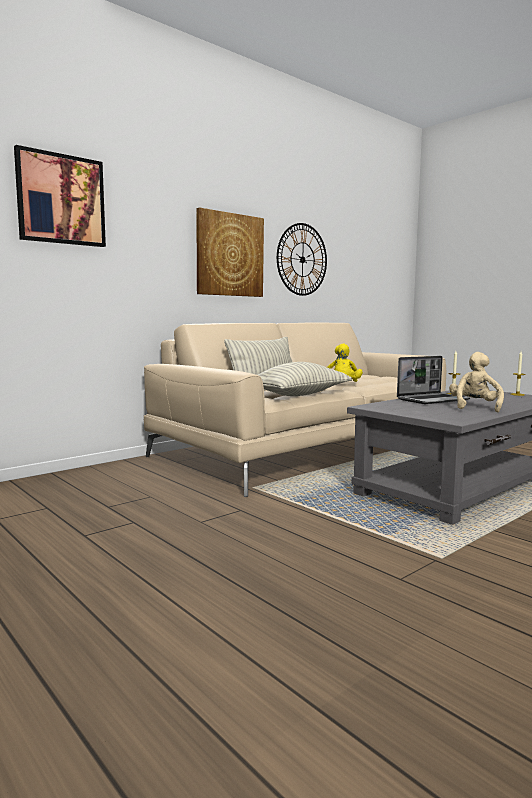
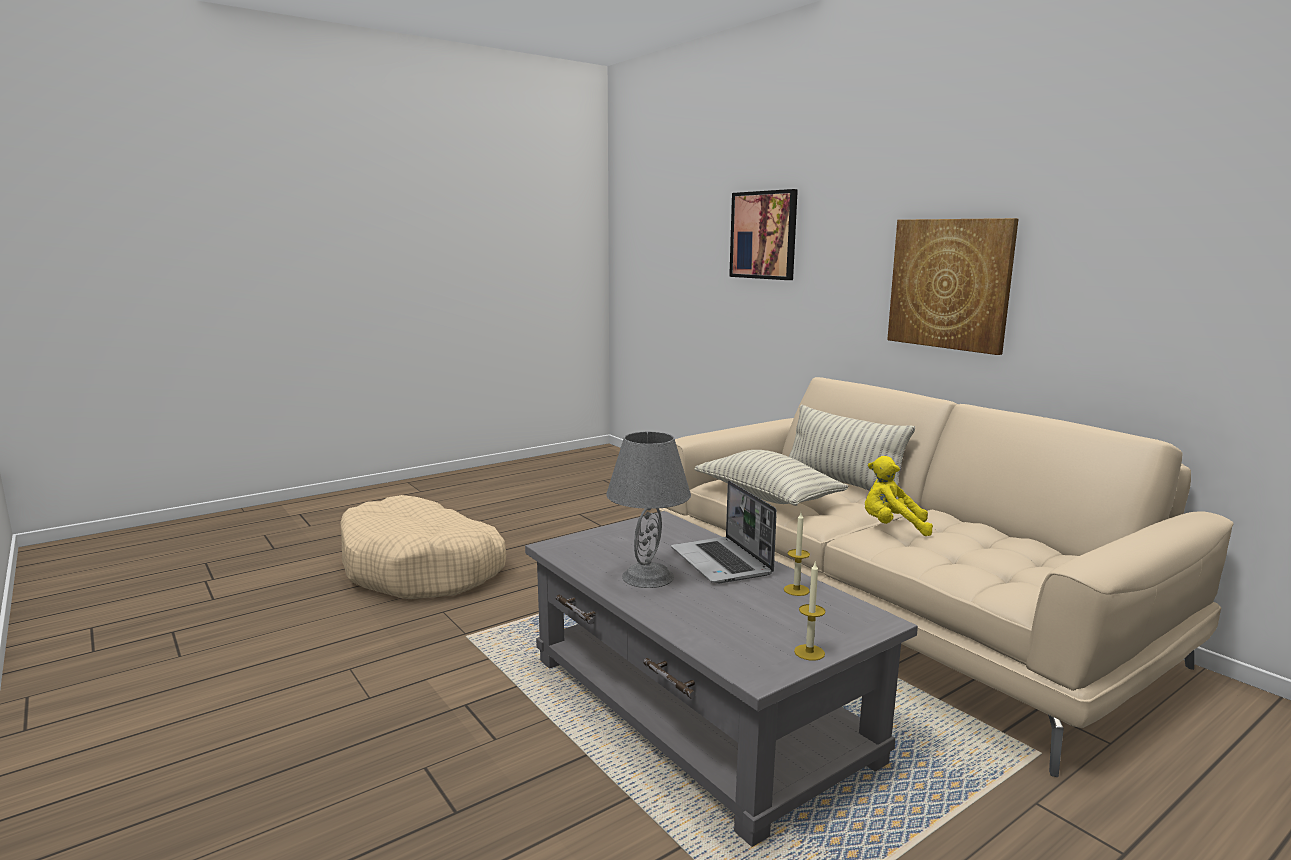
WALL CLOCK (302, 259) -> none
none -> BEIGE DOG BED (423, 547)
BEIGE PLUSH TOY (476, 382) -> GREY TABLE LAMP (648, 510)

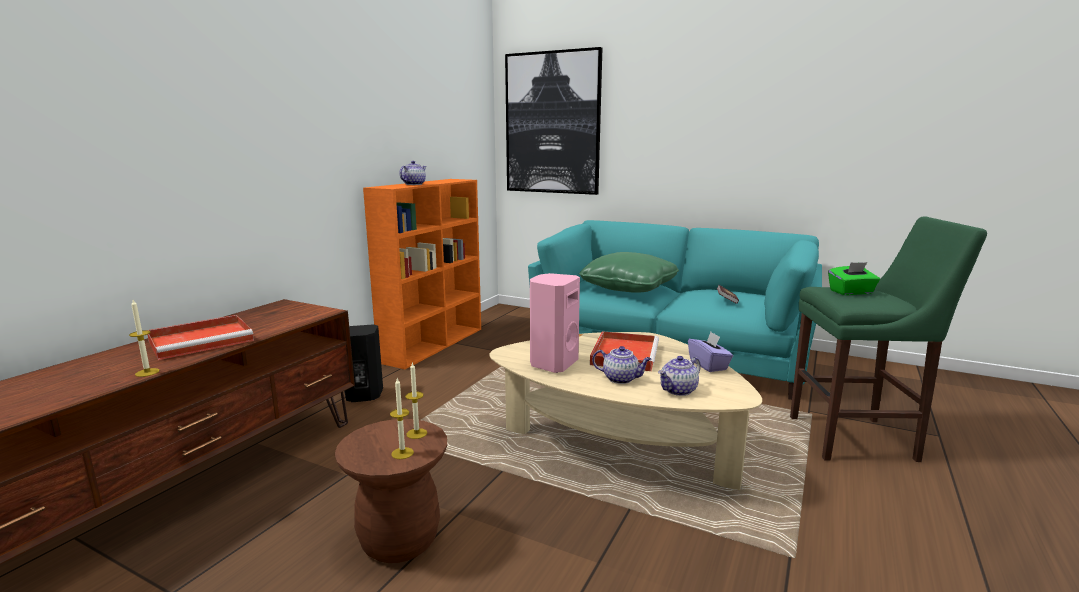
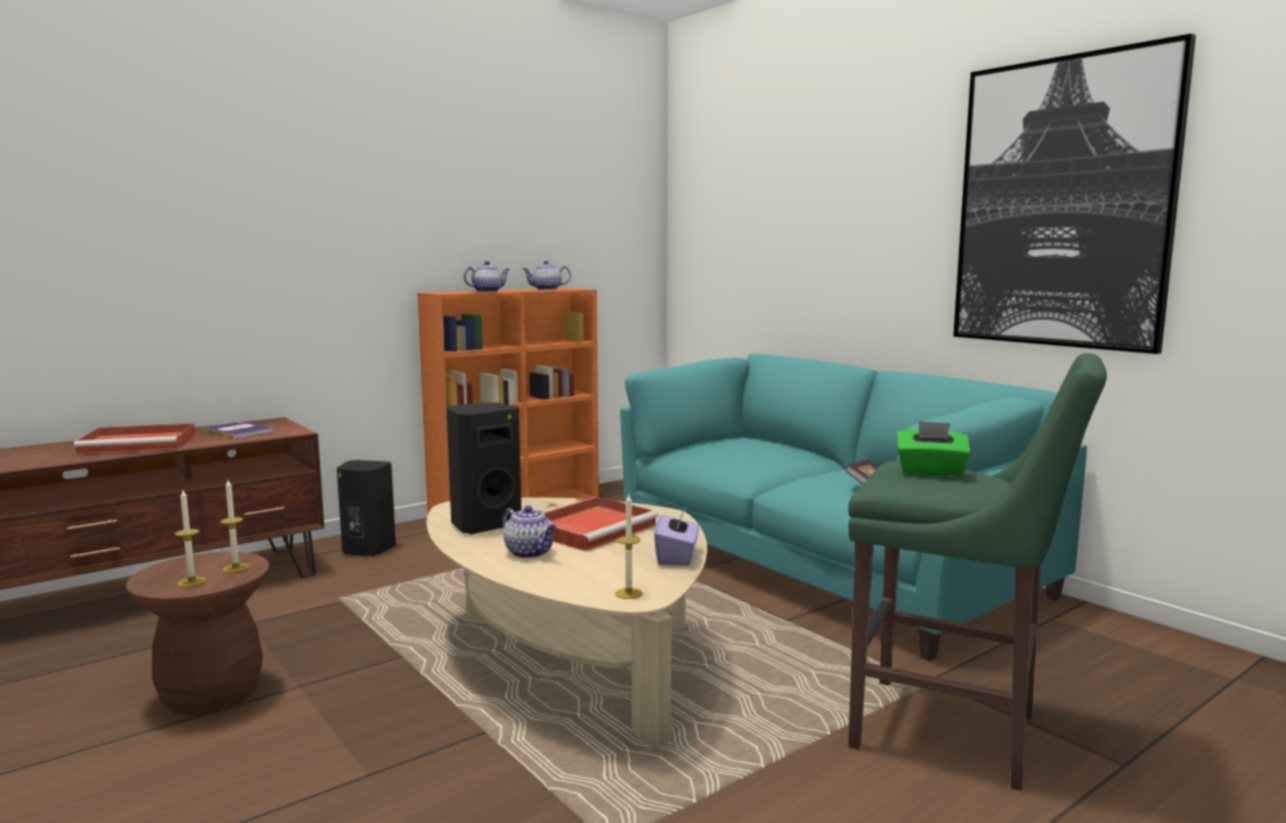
GREEN PILLOW (629, 272) -> none
none -> BOOK (237, 430)
CANDLE (144, 338) -> CANDLE (629, 546), shifted
PICTURE (553, 121) -> PICTURE (1074, 194), shifted
TEAPOT (679, 376) -> TEAPOT (547, 275), shifted
PINK SPEAKER (555, 323) -> BLACK SPEAKER (483, 468)

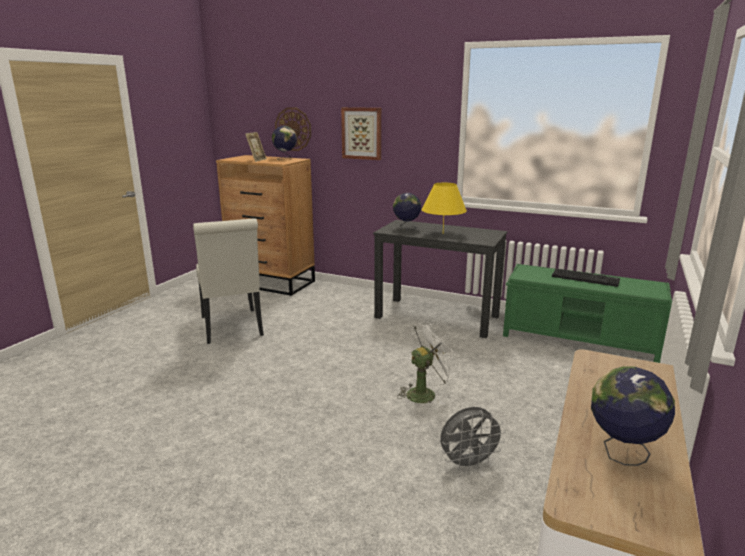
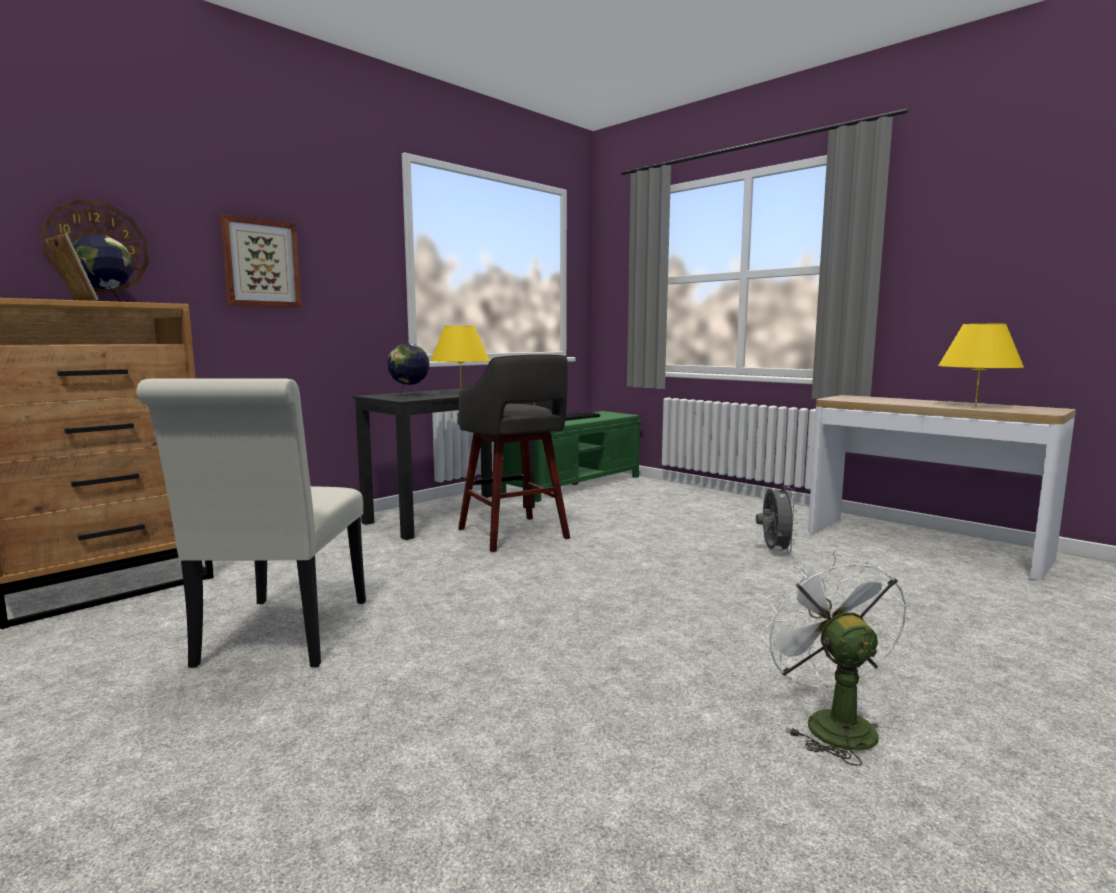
none -> GREY STOOL (514, 453)
WHITE FAN (428, 363) -> WHITE FAN (833, 659), shifted
GLOBE (633, 416) -> YELLOW TABLE LAMP (981, 365)
WHITE CHAIR (228, 281) -> WHITE CHAIR (251, 523), 90 degrees clockwise

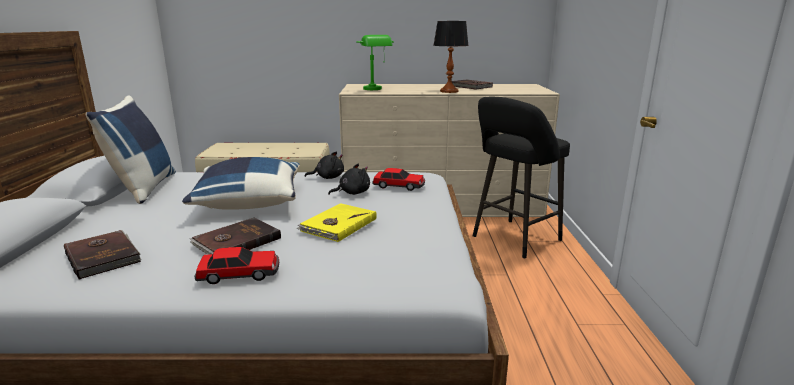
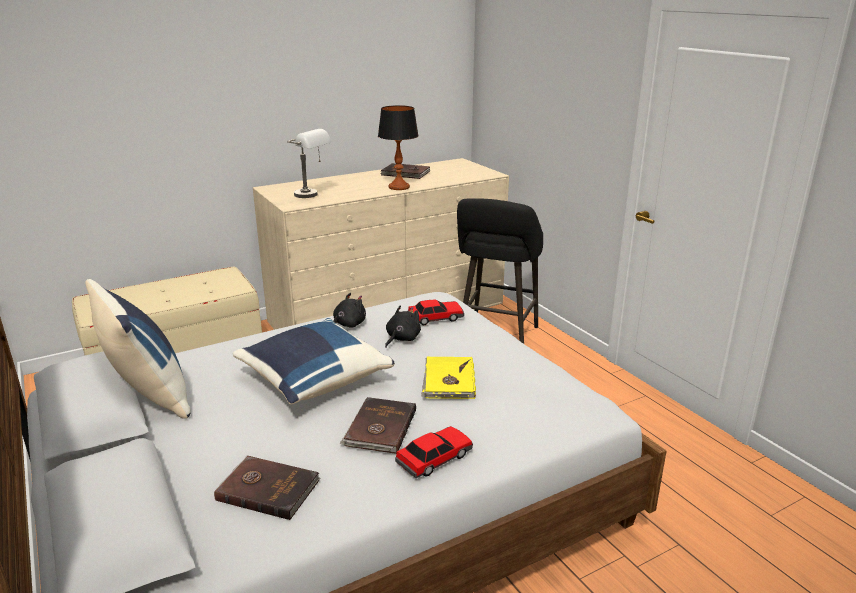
GREEN TABLE LAMP (374, 62) -> GREY TABLE LAMP (309, 163)

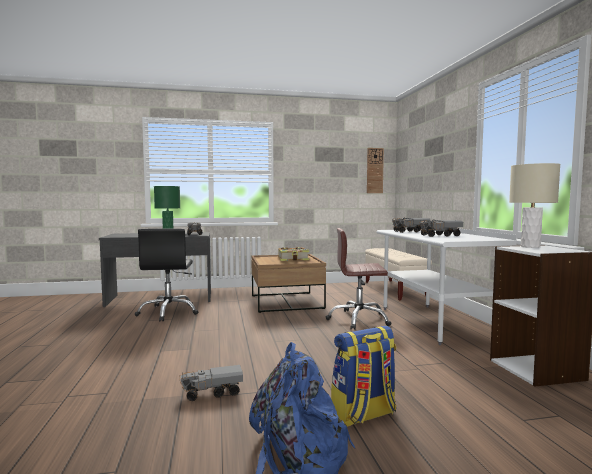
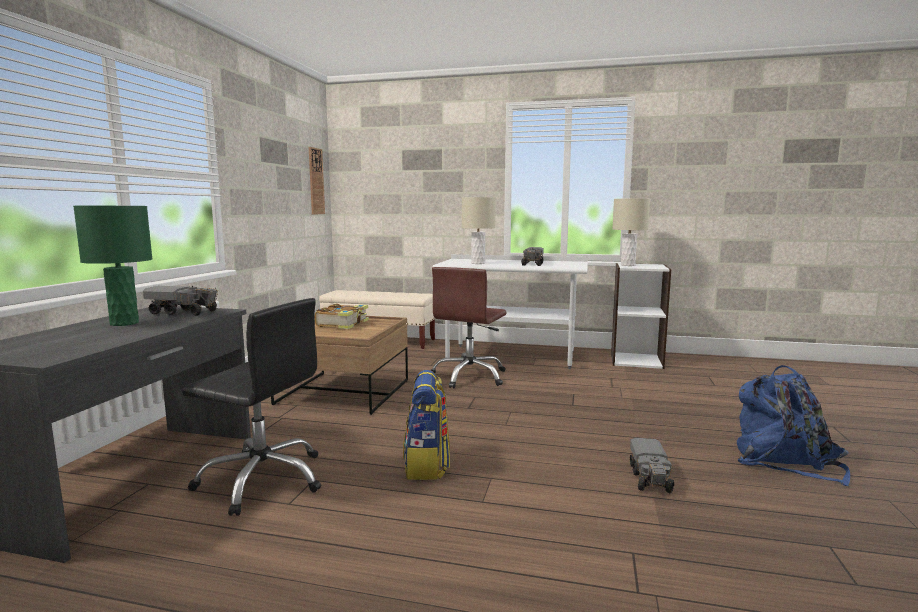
BACKPACK (363, 376) -> BACKPACK (426, 425), shifted
TOY TRUCK (411, 225) -> BEIGE TABLE LAMP (479, 230)

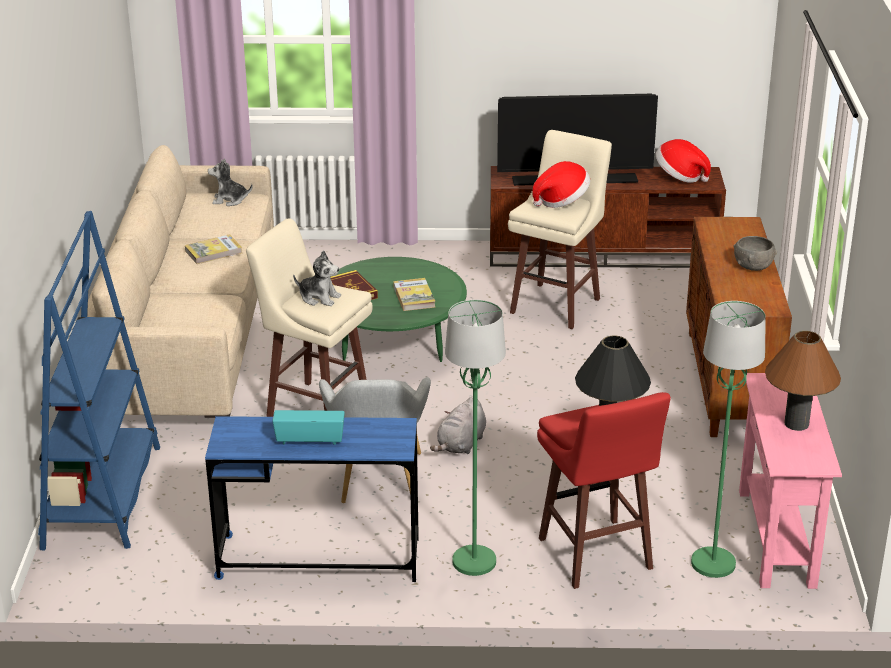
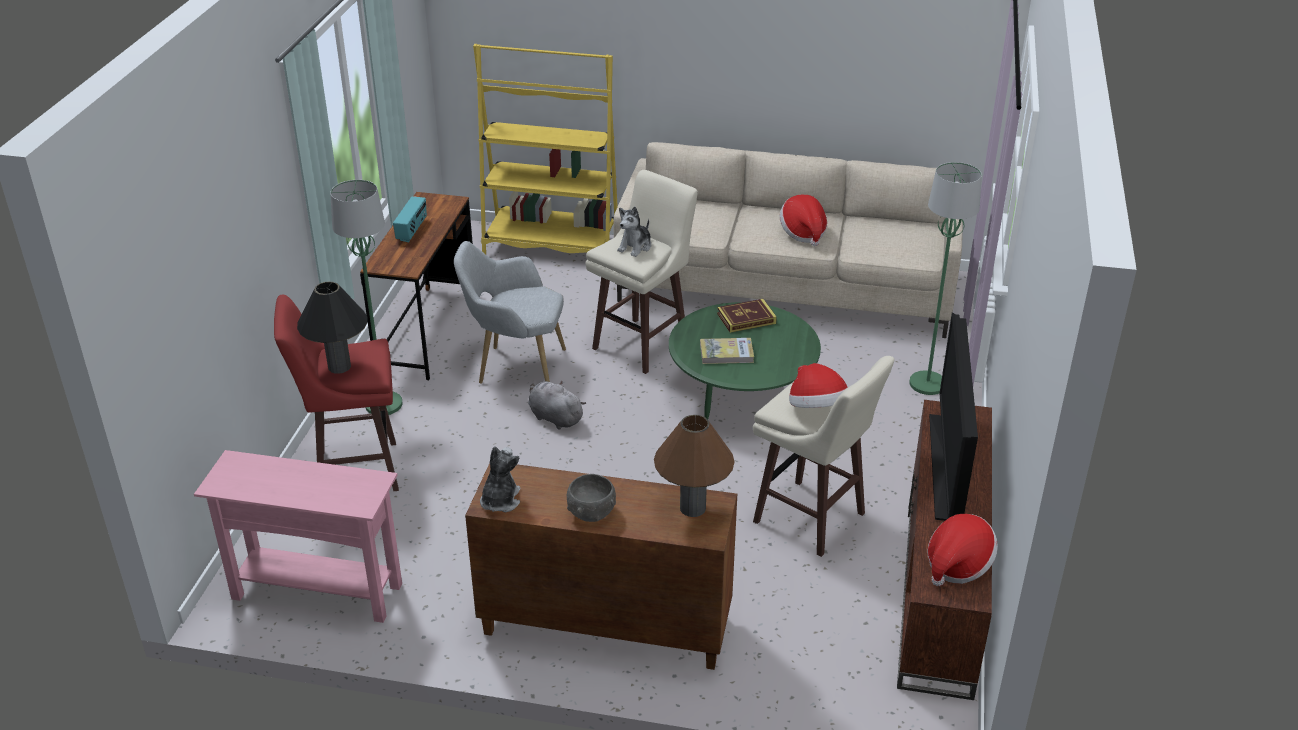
PLUSH TOY (230, 182) -> PLUSH TOY (500, 479), shifted
GREEN FLOOR LAMP (728, 439) -> GREEN FLOOR LAMP (945, 278), shifted
BROWN TABLE LAMP (803, 381) -> BROWN TABLE LAMP (694, 466), shifted
BOOK (213, 249) -> HAT (803, 220)
BLUE BOOKCASE (99, 381) -> YELLOW BOOKCASE (545, 149)
BLUE DESK (312, 499) -> BROWN DESK (416, 286)

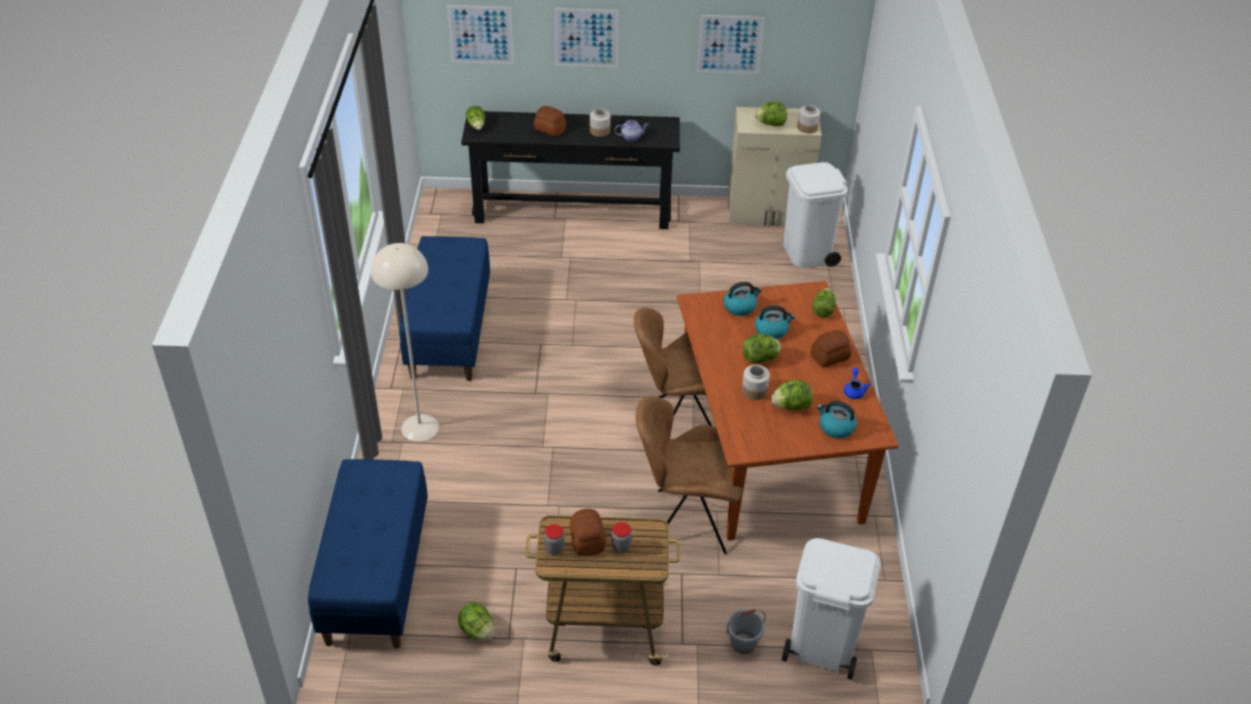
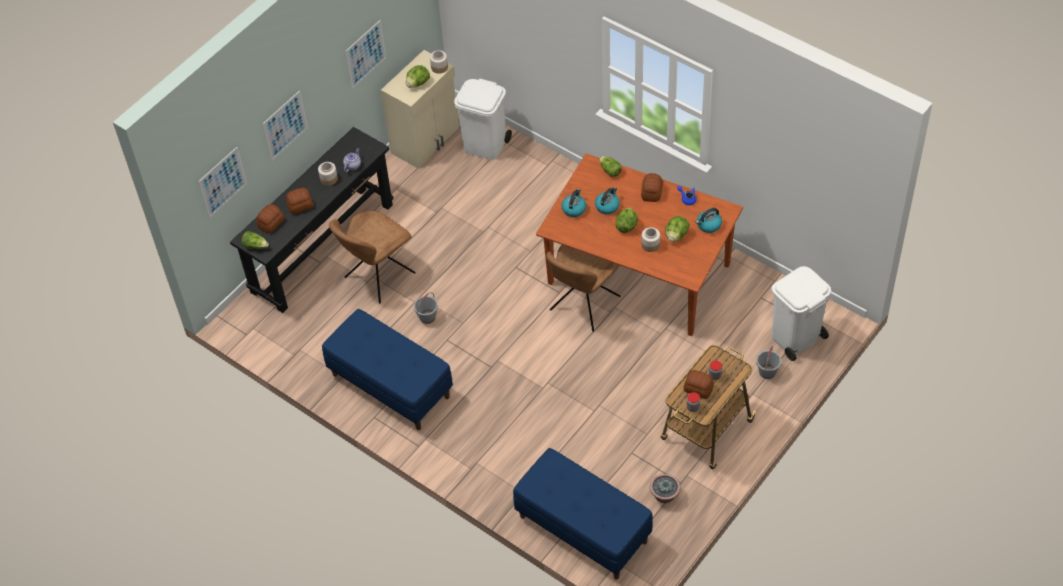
BEIGE FLOOR LAMP (405, 342) -> none
none -> BREAD (270, 218)
none -> GREY BUCKET (426, 308)
BROWN CHAIR (689, 475) -> BROWN CHAIR (372, 257), shifted
LETTUCE (476, 621) -> POTTED PLANT (665, 488)

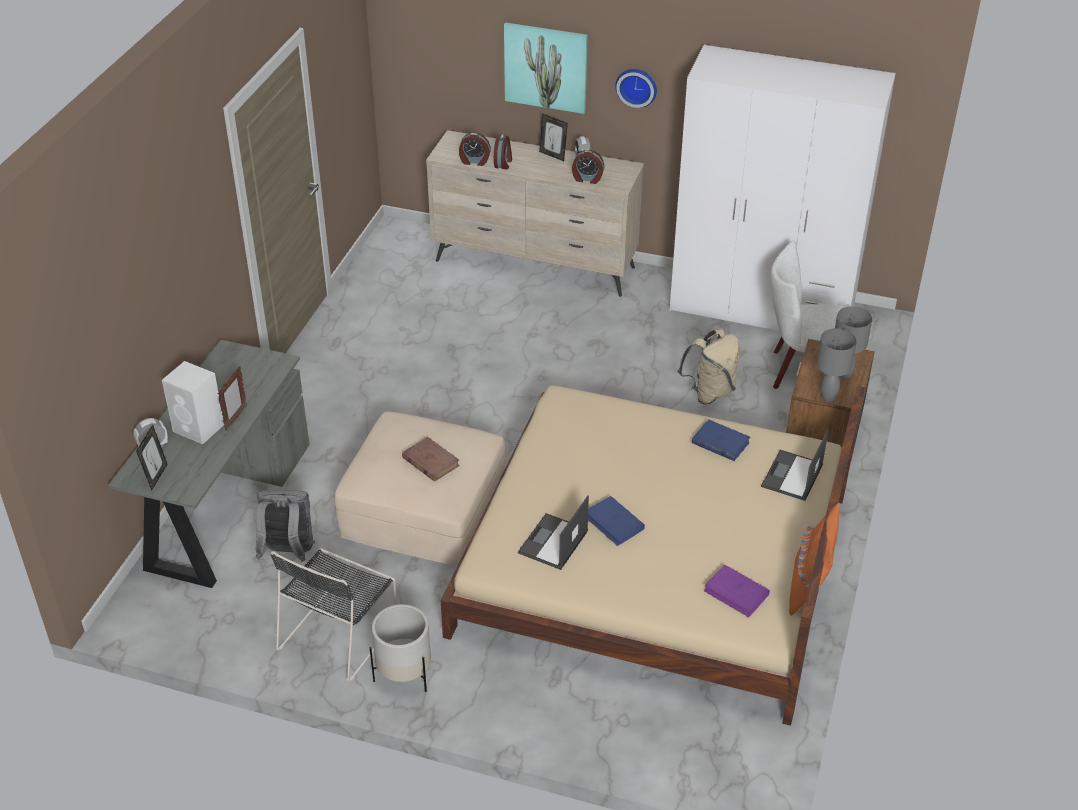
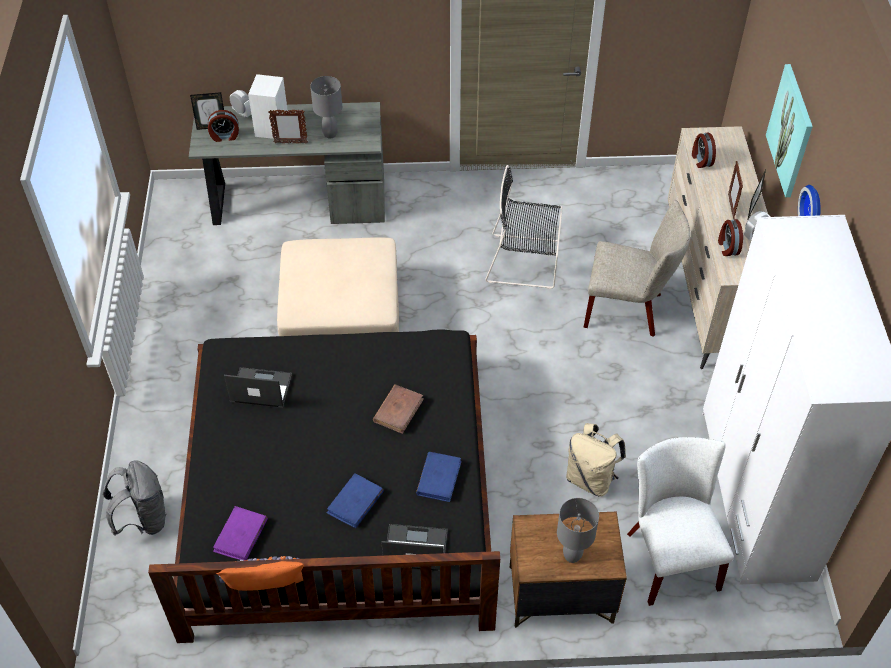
WHITE PLANTER (400, 648) -> none
none -> BEIGE CHAIR (637, 268)
none -> PICTURE FRAME (735, 190)
GREY BACKPACK (285, 526) -> GREY BACKPACK (135, 497), shifted
BLACK CHAIR (333, 615) -> BLACK CHAIR (524, 227), shifted
BROWN BOOK (431, 459) -> BROWN BOOK (398, 409), shifted
ALARM CLOCK (503, 152) -> ALARM CLOCK (223, 126), shifted
BLUE BOOK (616, 521) -> BLUE BOOK (355, 500), shifted
GREY TABLE LAMP (837, 364) -> GREY TABLE LAMP (326, 107), shifted
BEIGE BED (653, 555) -> BLACK BED (324, 486)

